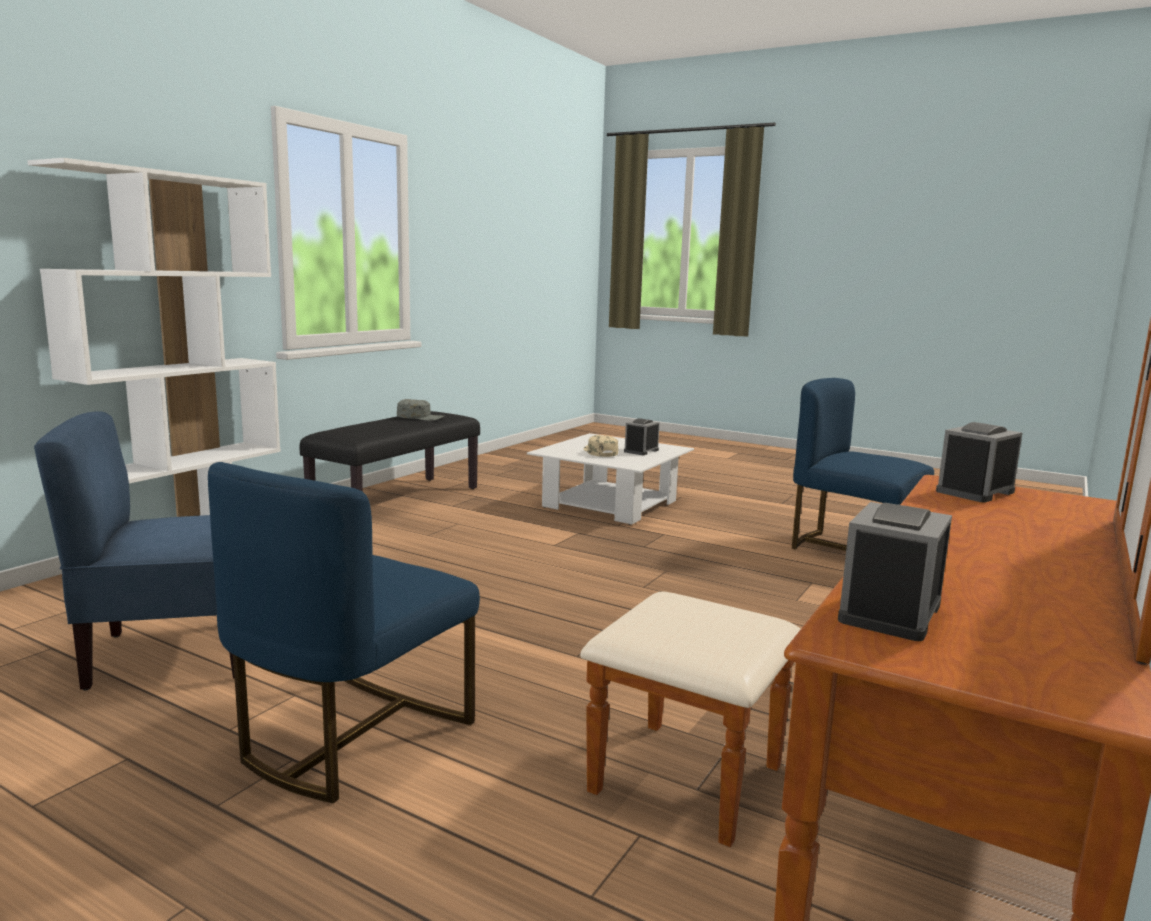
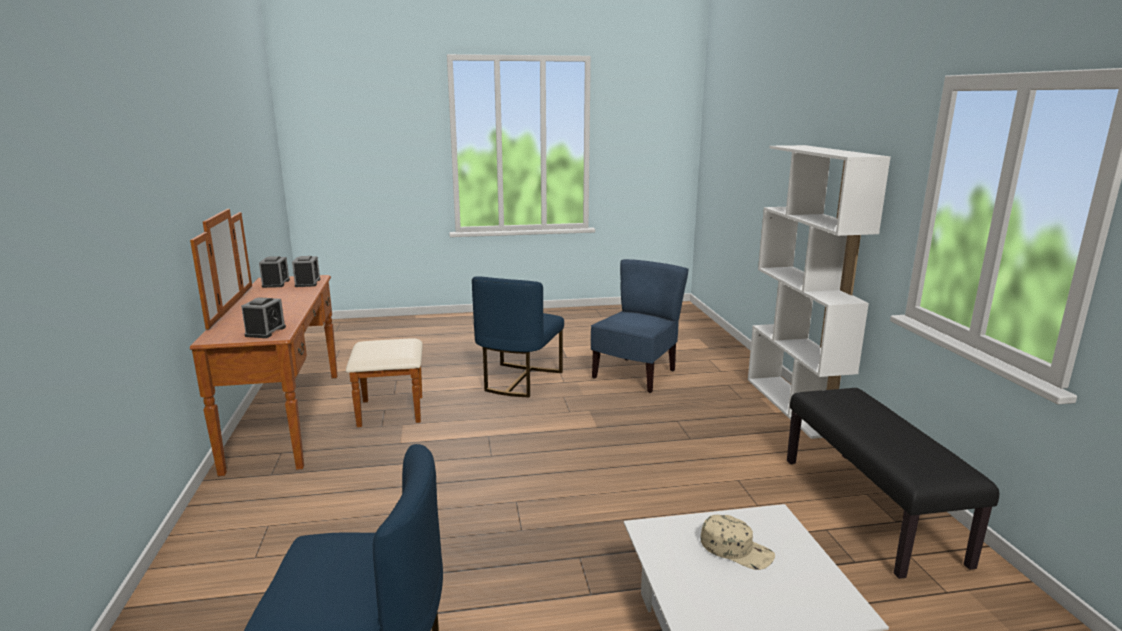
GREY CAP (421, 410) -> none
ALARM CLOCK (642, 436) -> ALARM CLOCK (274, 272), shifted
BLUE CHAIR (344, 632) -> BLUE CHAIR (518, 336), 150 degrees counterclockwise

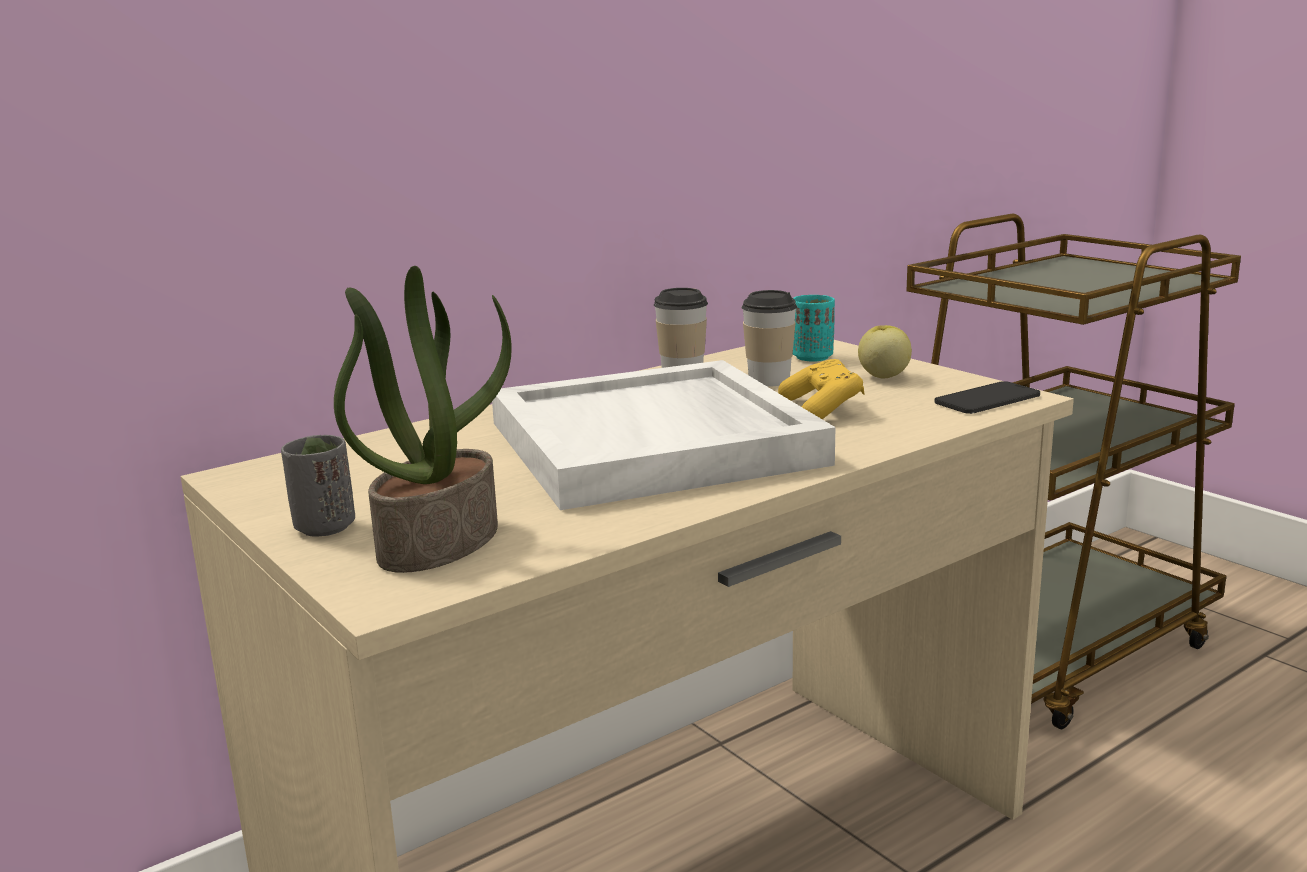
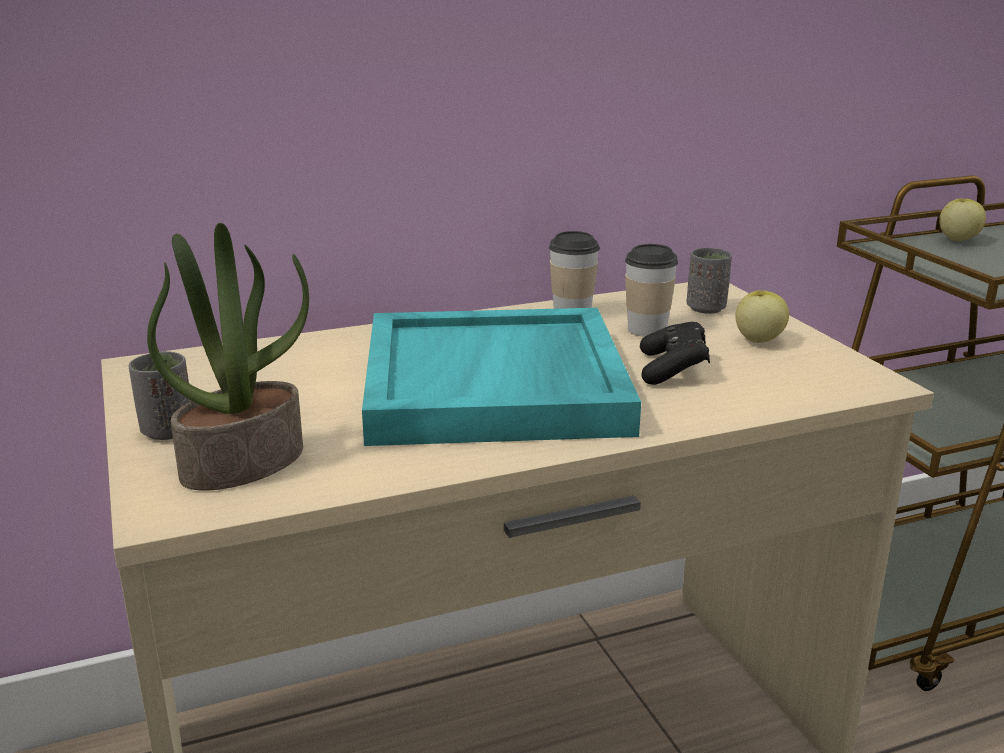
PHONE (987, 397) -> none
none -> APPLE (962, 219)
WHITE TRAY (663, 435) -> TURQUOISE TRAY (501, 377)
YELLOW GAME CONTROLLER (821, 389) -> BLACK GAME CONTROLLER (675, 353)
TURQUOISE CUP (814, 328) -> GREY CUP (709, 281)

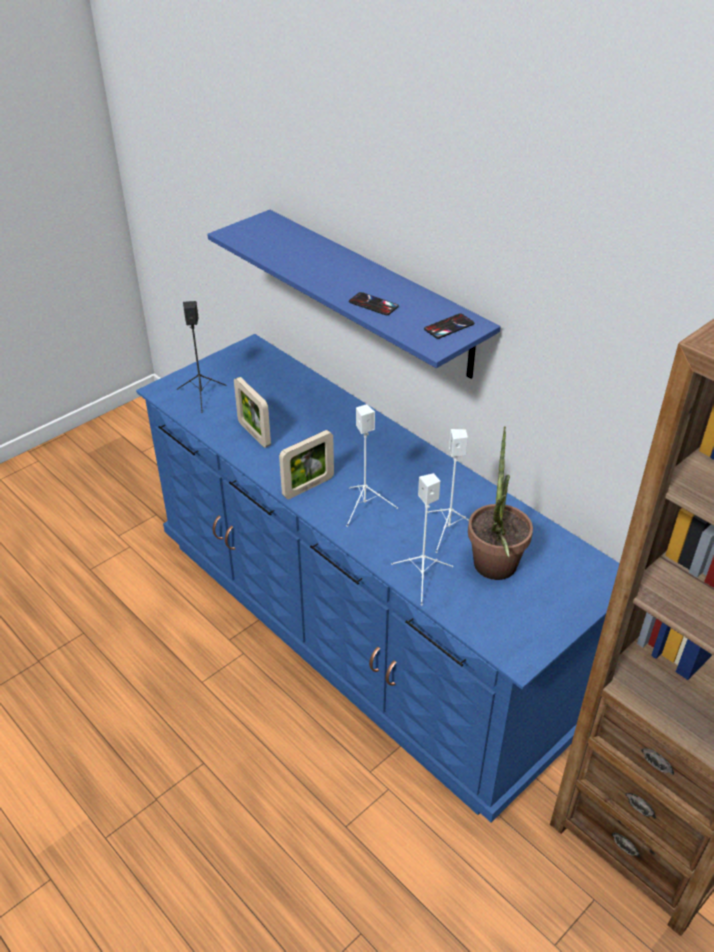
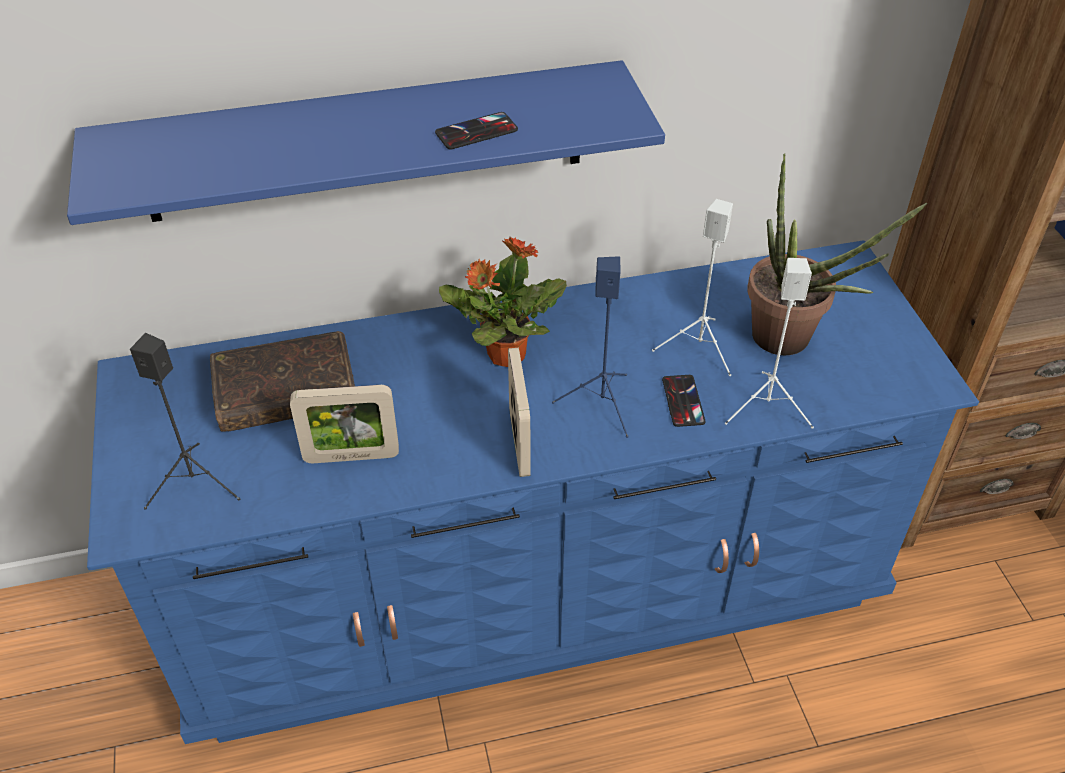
none -> BROWN BOOK (282, 381)
none -> POTTED PLANT (503, 302)
PHONE (449, 326) -> PHONE (684, 401), shifted
WHITE SPEAKER (372, 465) -> BLUE SPEAKER (590, 347)

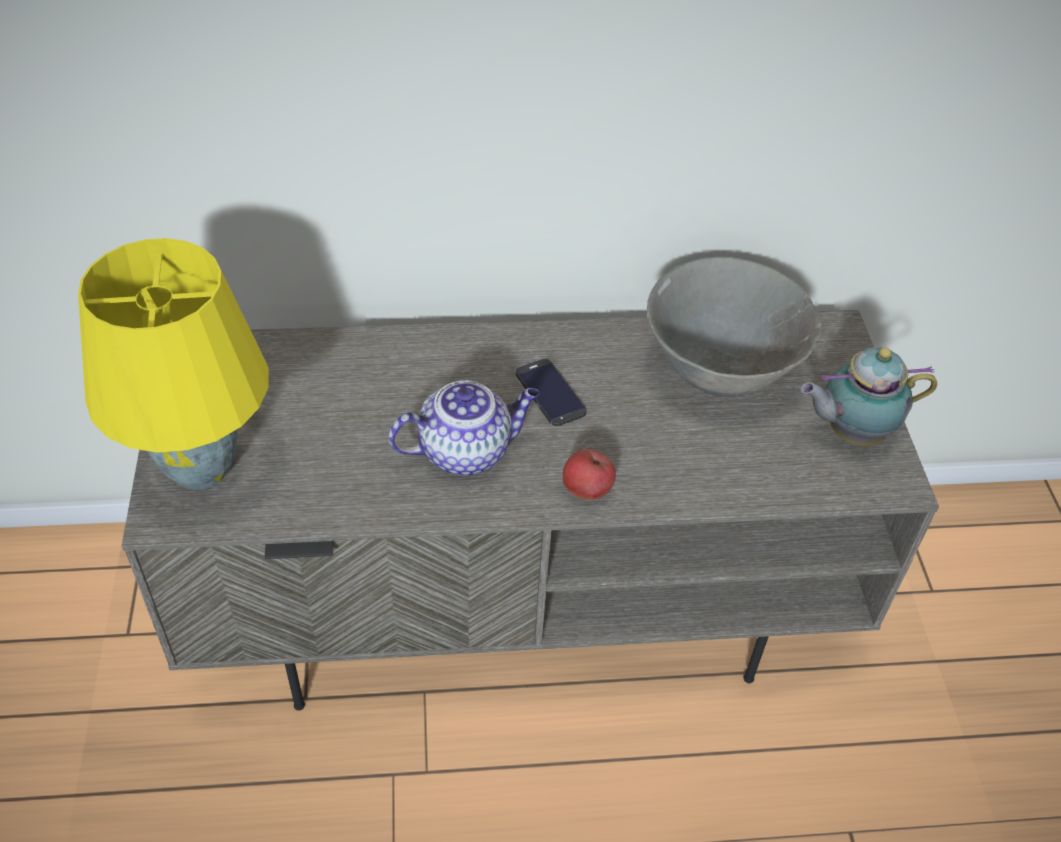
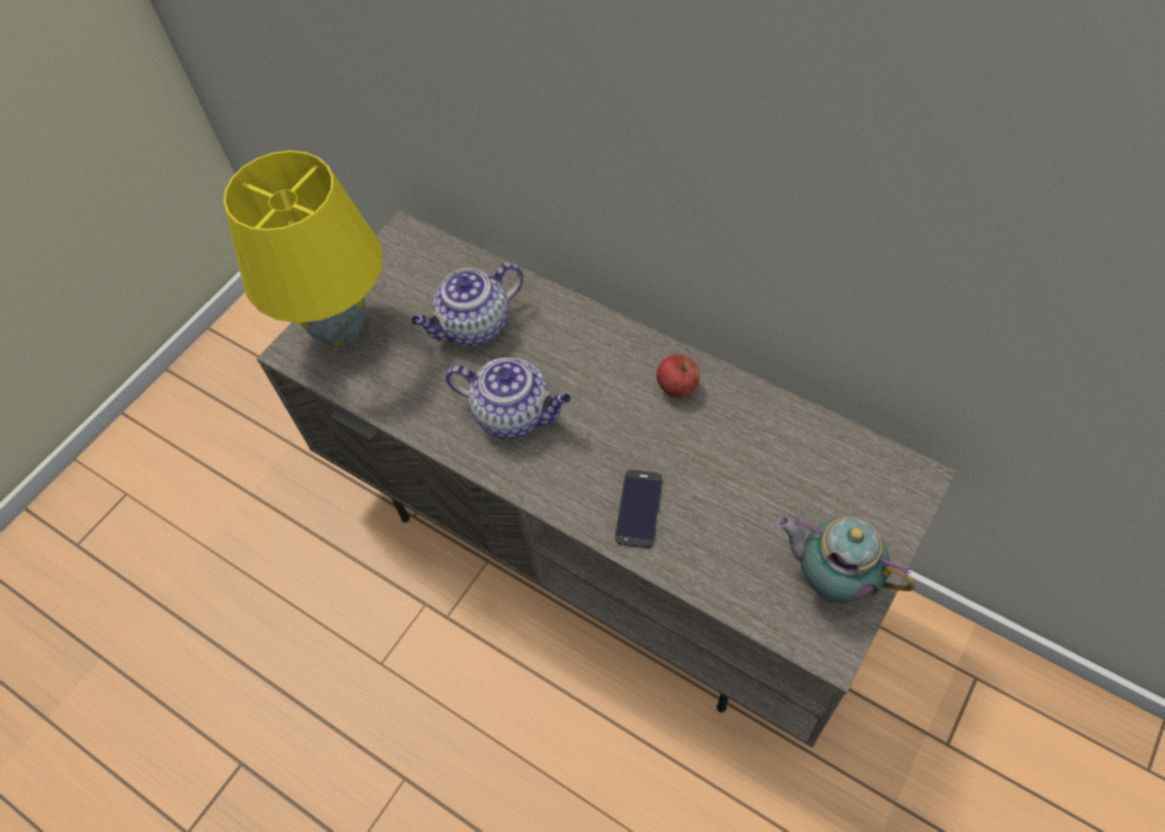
GREY BOWL (734, 327) -> none
none -> TEAPOT (467, 304)
PHONE (551, 392) -> PHONE (639, 508), shifted
APPLE (589, 474) -> APPLE (678, 376), shifted

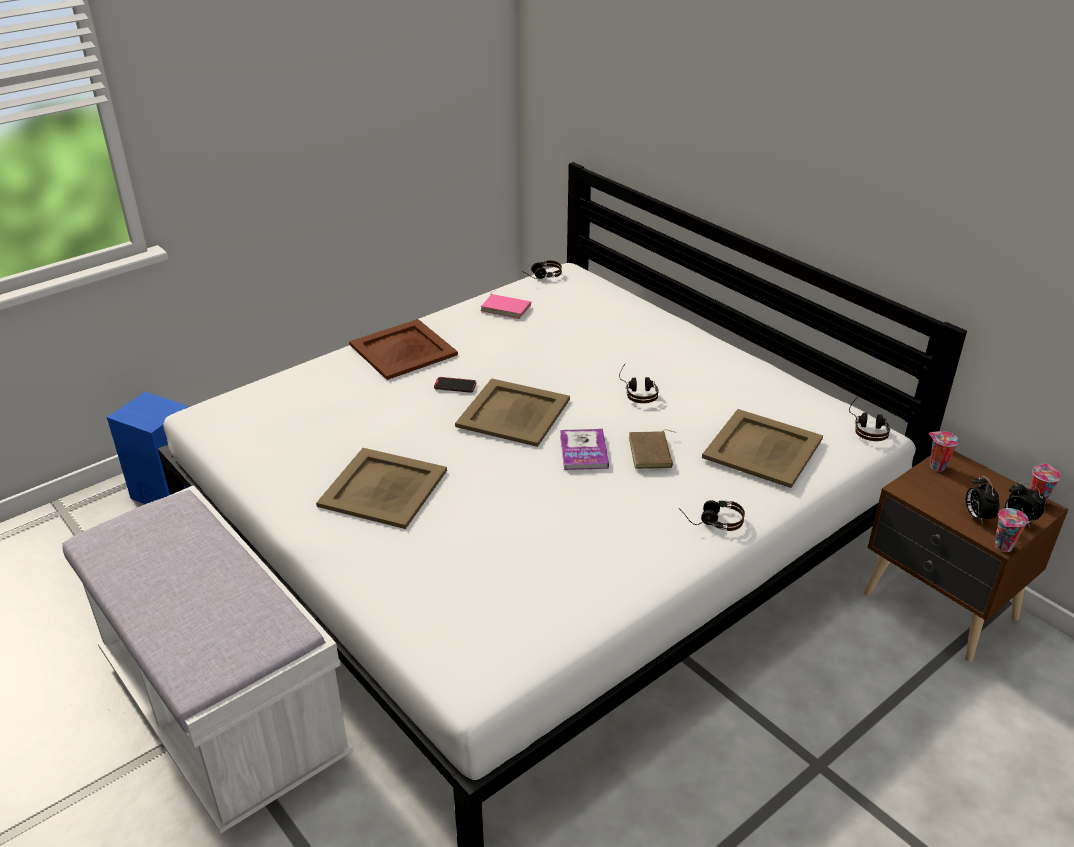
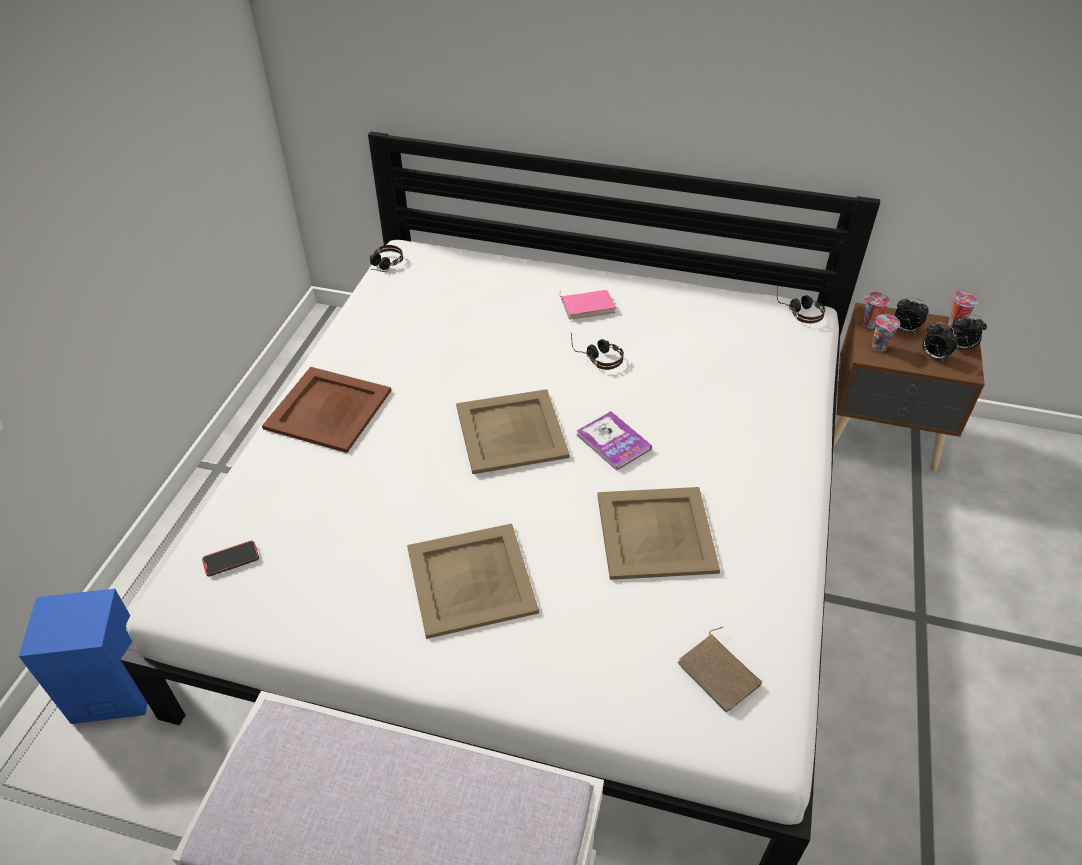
HEADPHONES (712, 515) -> none
none -> ALARM CLOCK (912, 315)
PHONE (455, 385) -> PHONE (230, 559), shifted
PINK BOOK (505, 304) -> PINK BOOK (587, 304), shifted
BROWN BOOK (652, 449) -> BROWN BOOK (719, 670), shifted
BEIGE TRAY (762, 448) -> BEIGE TRAY (658, 533), shifted
CUP (1012, 530) -> CUP (886, 332), shifted

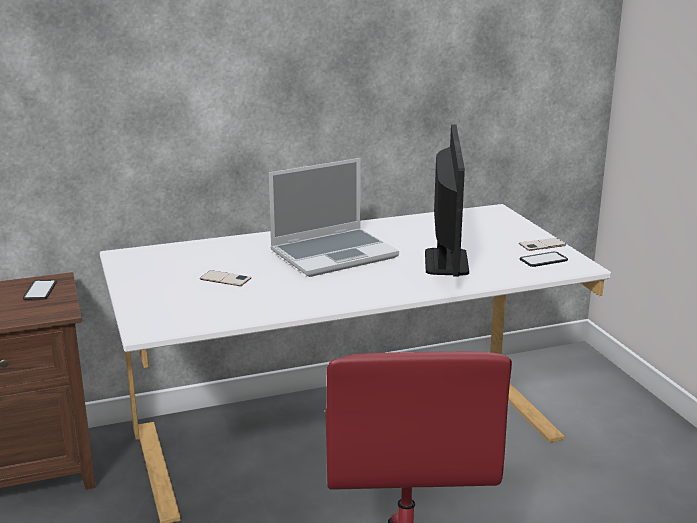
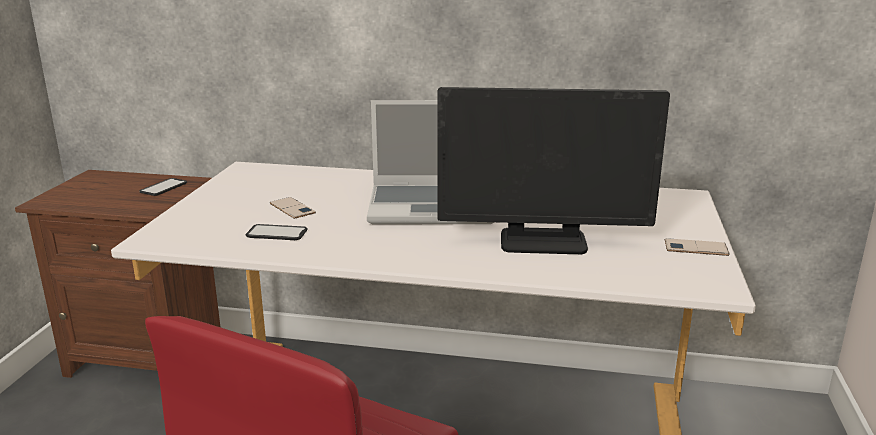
PHONE (543, 259) -> PHONE (277, 232), shifted
MONITOR (447, 201) -> MONITOR (553, 170), 60 degrees clockwise

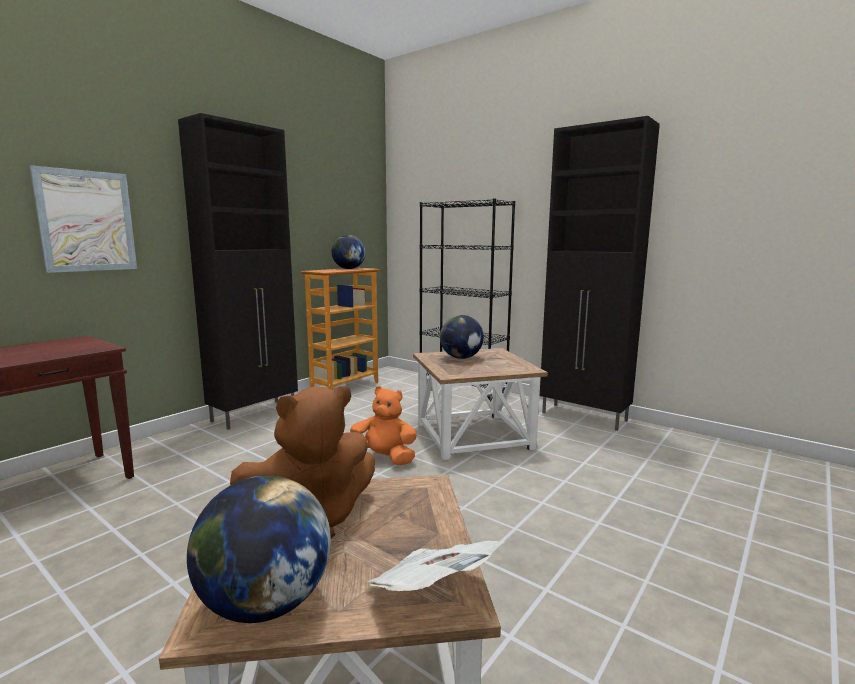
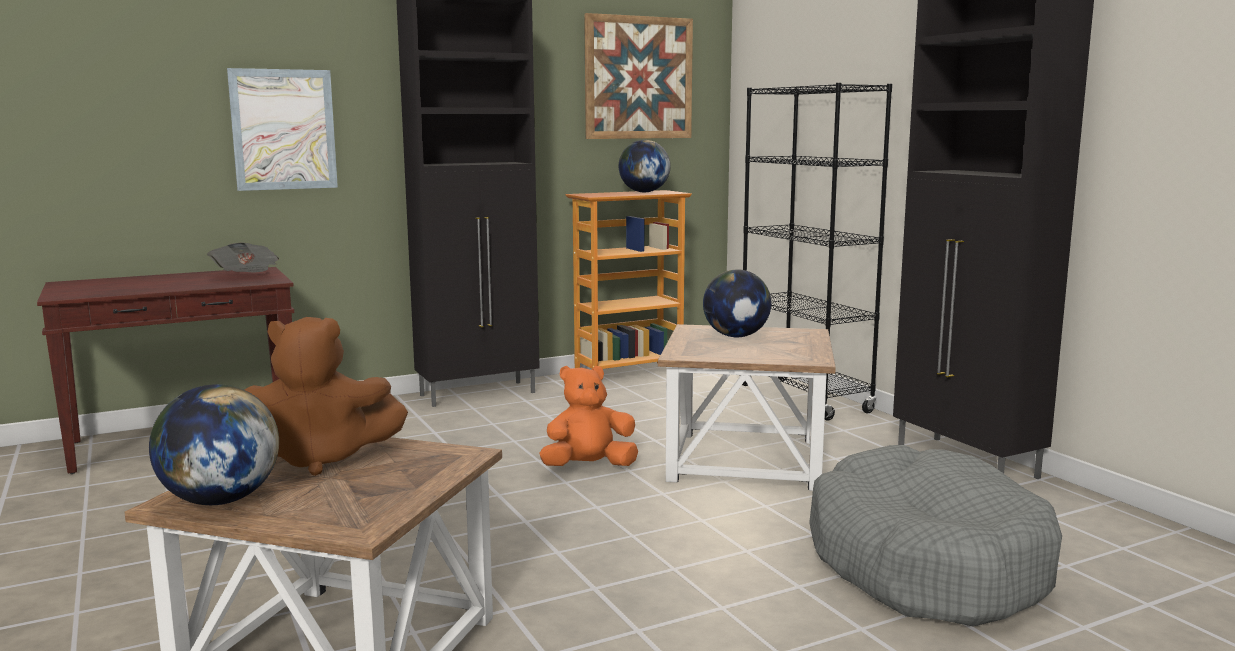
none -> PICTURE (638, 76)
none -> GREY DOG BED (935, 536)
NEWSPAPER (435, 565) -> NEWSPAPER (243, 257), shifted
ORANGE PLUSH TOY (383, 425) -> ORANGE PLUSH TOY (588, 416), 60 degrees counterclockwise

